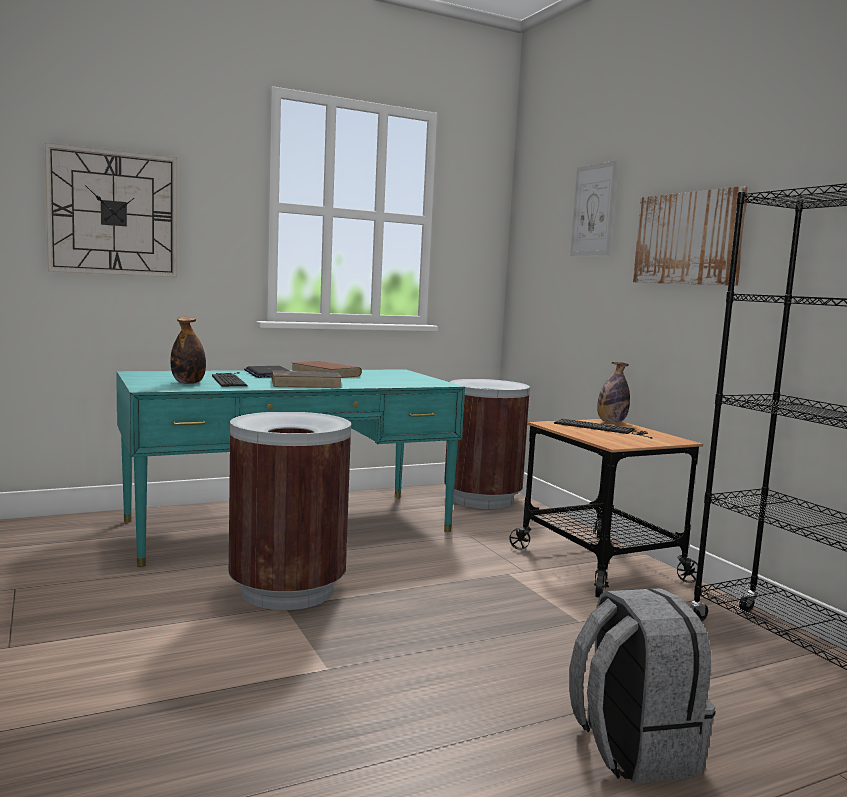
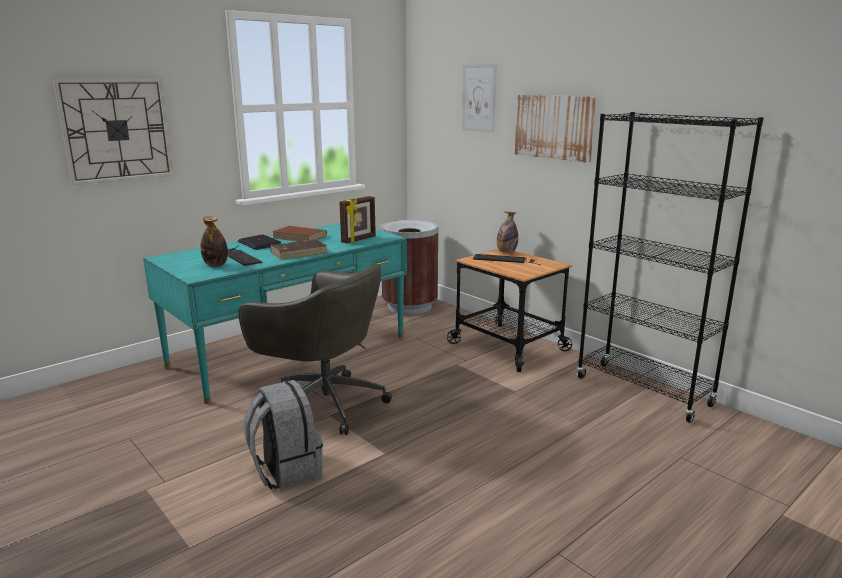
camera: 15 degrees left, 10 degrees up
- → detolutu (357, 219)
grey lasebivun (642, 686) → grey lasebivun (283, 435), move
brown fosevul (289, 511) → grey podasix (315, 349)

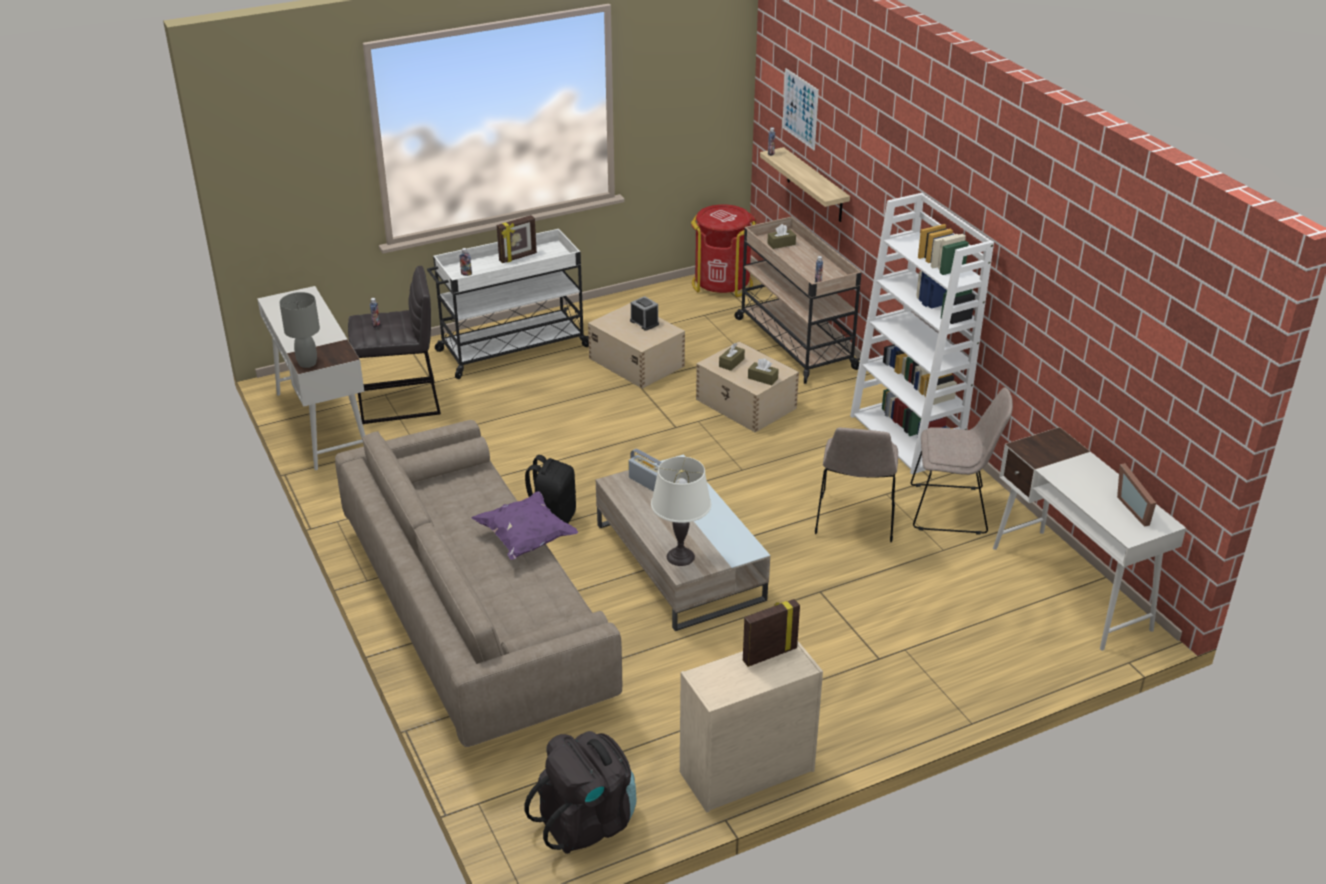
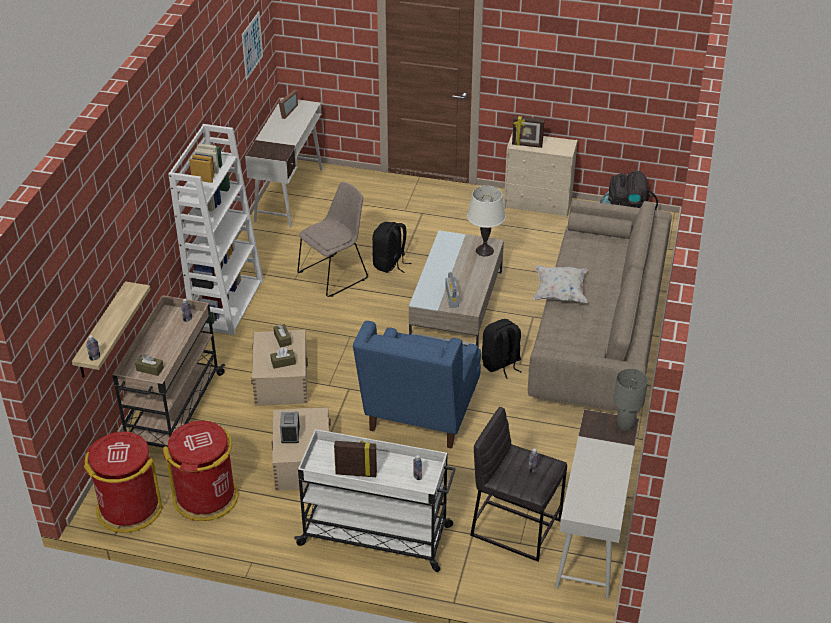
camera: 140 degrees left, 5 degrees up
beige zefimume (962, 461) → -
- → red fosevul (200, 471)
- → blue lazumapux (417, 385)
- → black lasebivun (391, 247)
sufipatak (800, 109) → sufipatak (252, 45), move
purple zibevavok (524, 525) → white zibevavok (560, 284)

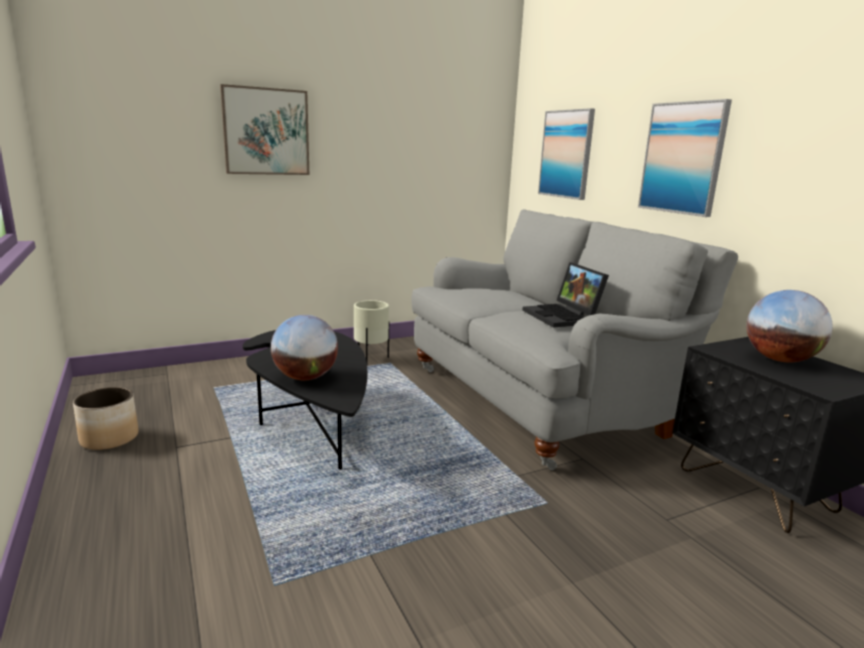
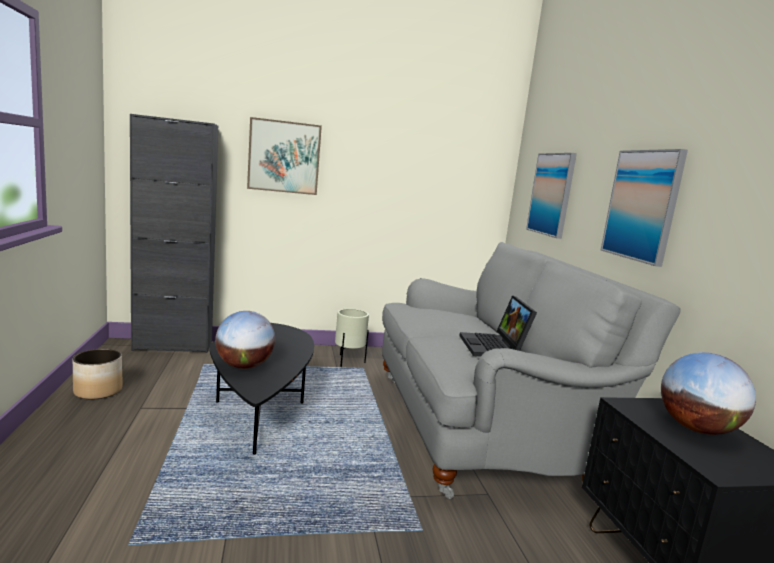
camera: 15 degrees right, 5 degrees down
- → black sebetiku (174, 233)

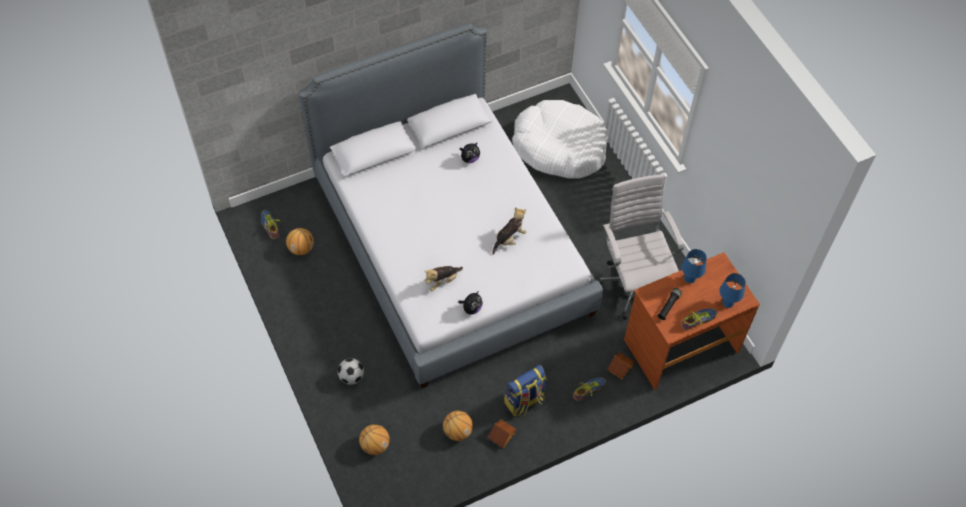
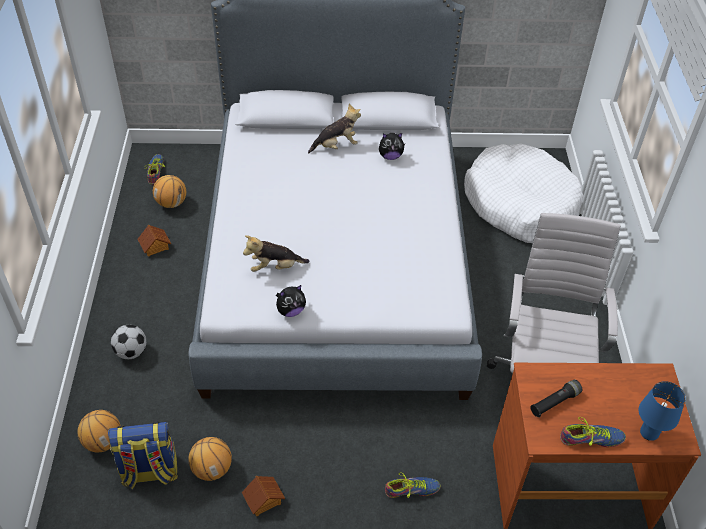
camera: 25 degrees right, 10 degrees down
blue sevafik (694, 266) → -
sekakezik (509, 231) → sekakezik (334, 128), move
lasebivun (525, 391) → lasebivun (143, 455), move
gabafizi (621, 366) → gabafizi (154, 241), move

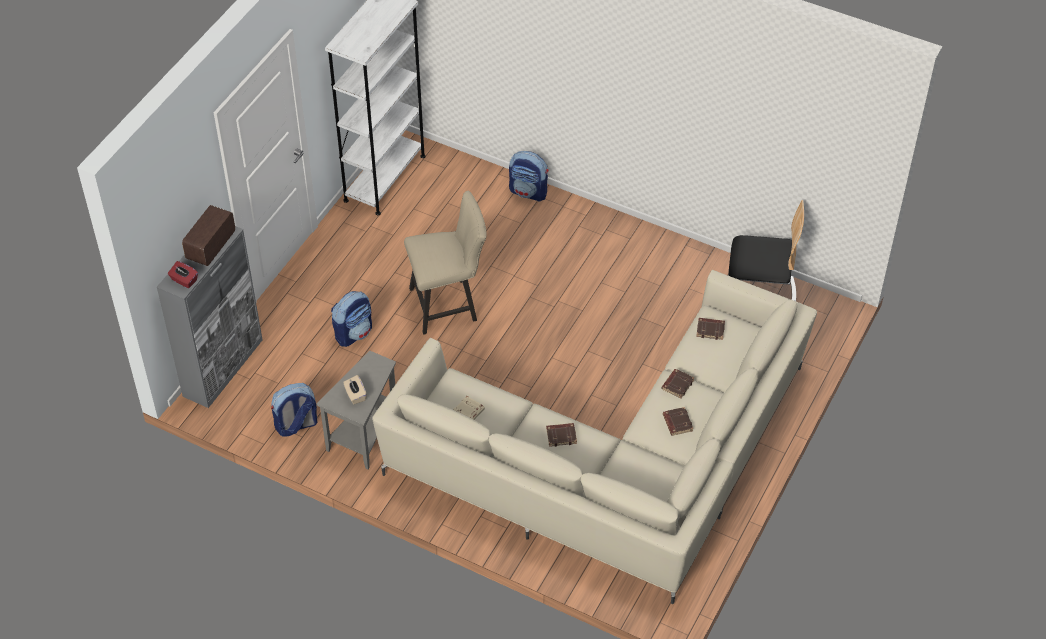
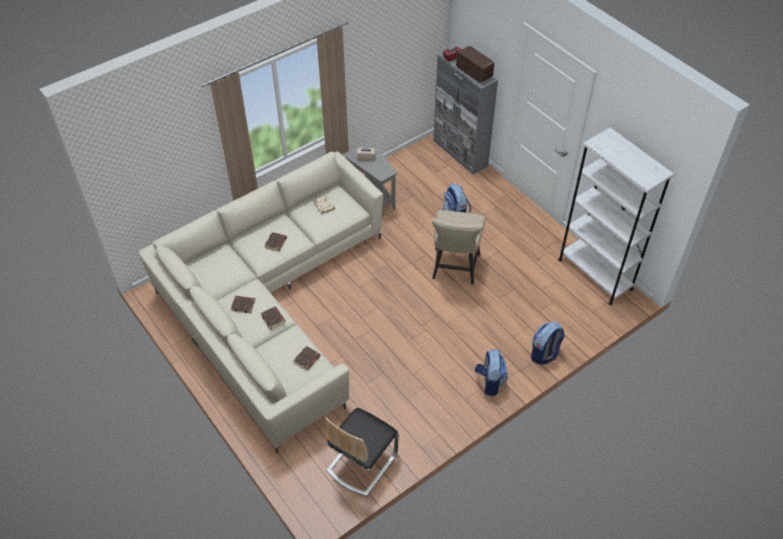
camera: 115 degrees right, 0 degrees up
lasebivun (294, 410) → lasebivun (491, 372), move

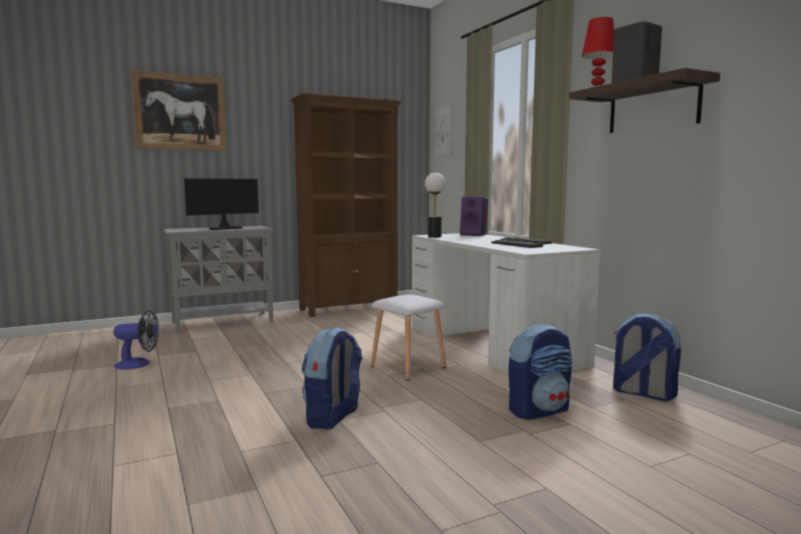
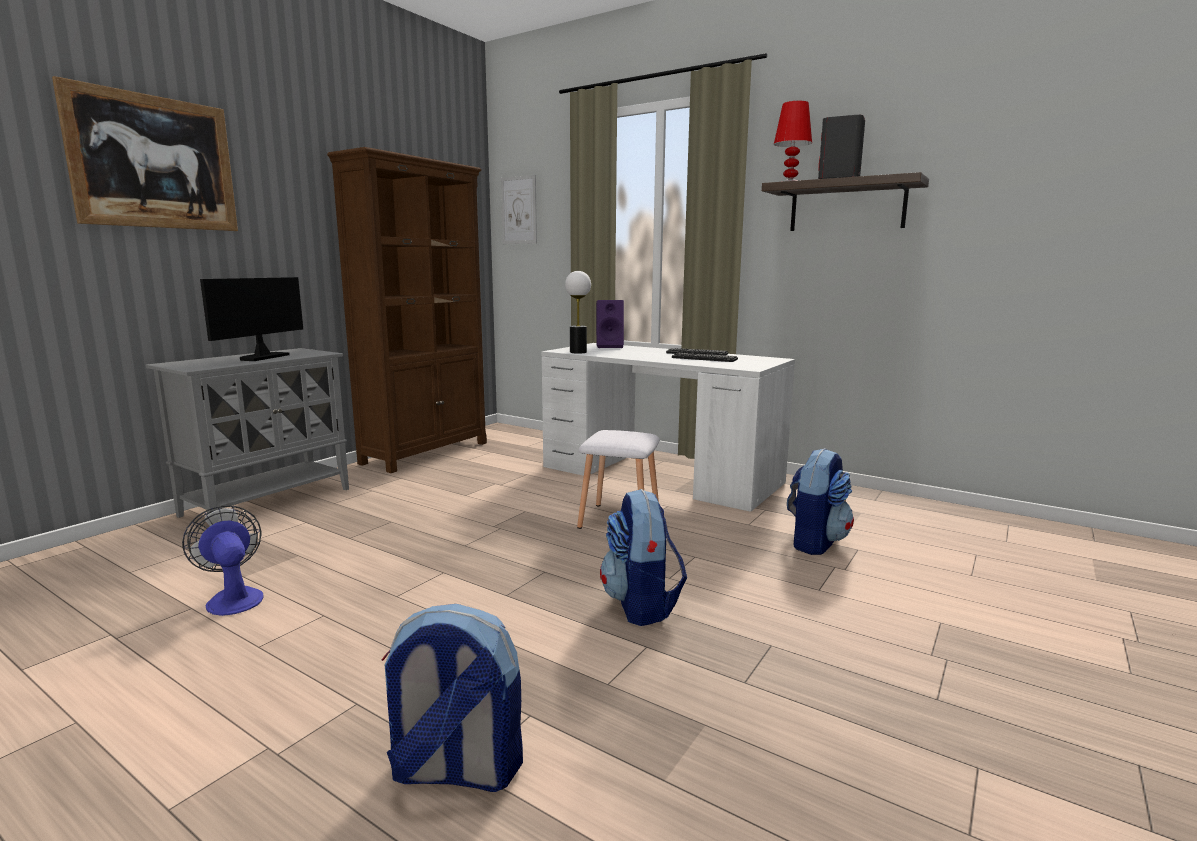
camera: 30 degrees left, 5 degrees up
lasebivun (647, 357) → lasebivun (452, 698), move
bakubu (136, 340) → bakubu (223, 560), 90 degrees counterclockwise

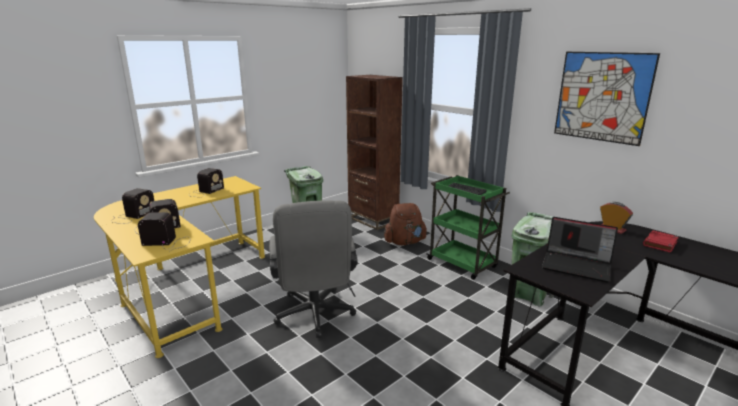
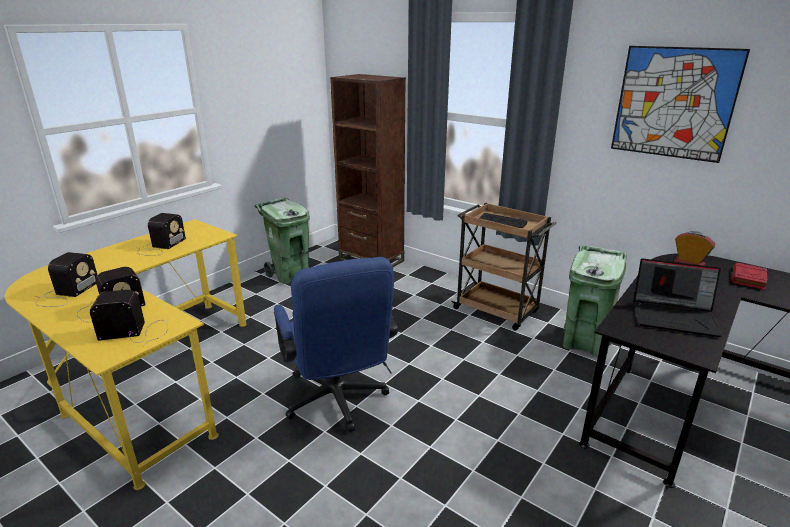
camera: 10 degrees left, 5 degrees up
brown lasebivun (405, 224) → -
grey podasix (313, 269) → blue podasix (336, 344)
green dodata (468, 227) → brown dodata (504, 267)

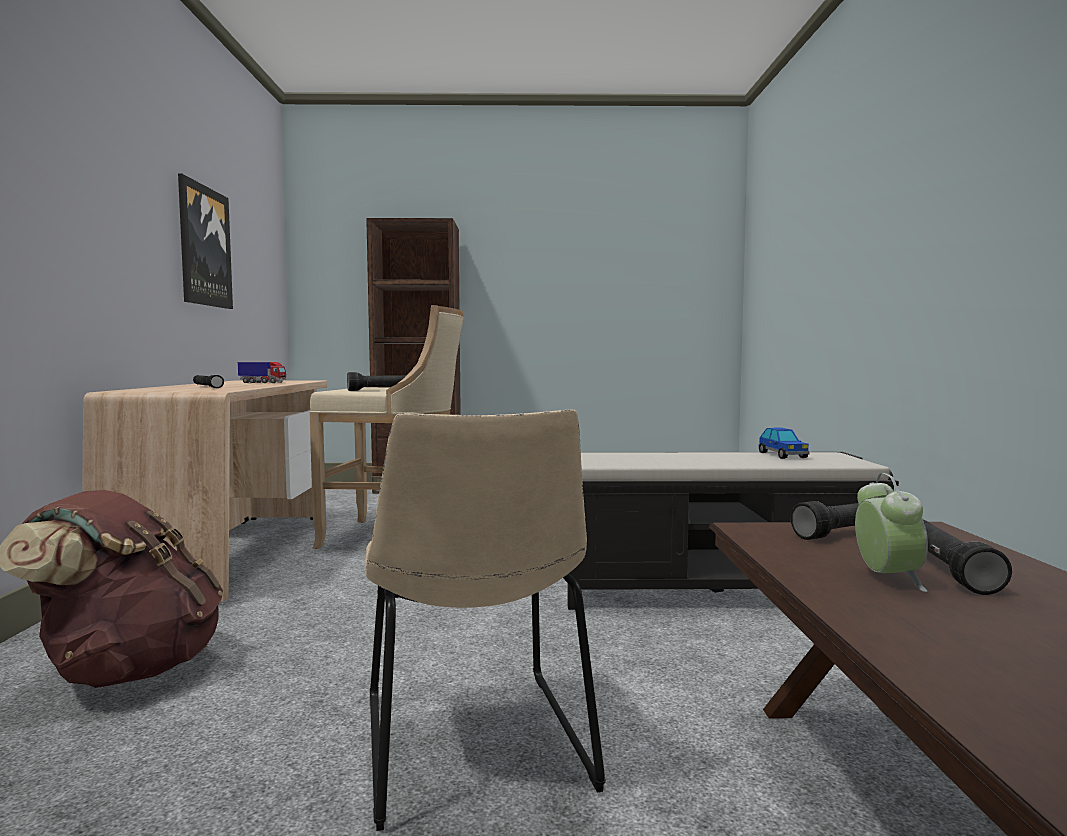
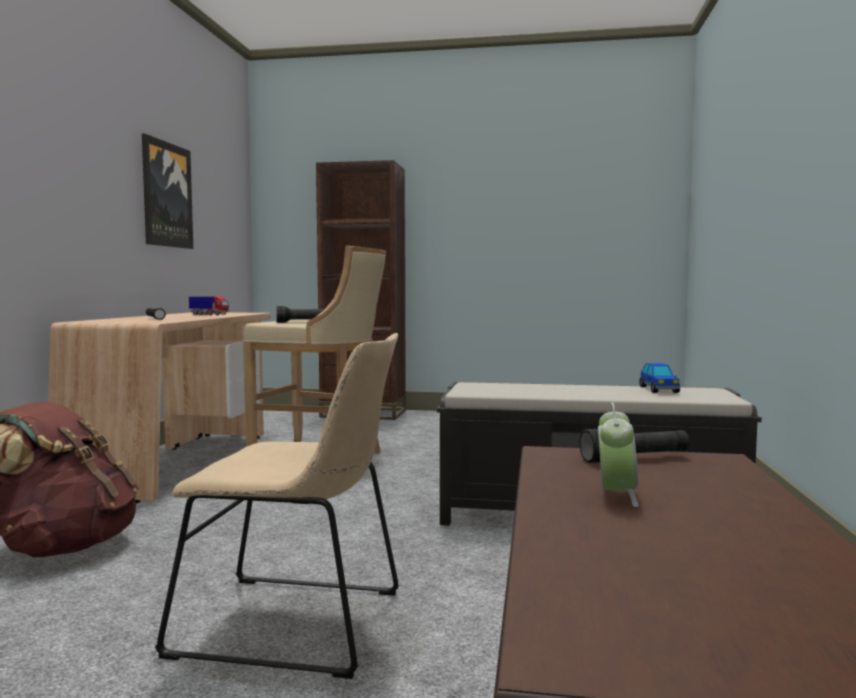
camera: 10 degrees right, 0 degrees up
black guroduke (967, 557) → -
beige zefimume (486, 620) → beige zefimume (277, 506), 75 degrees counterclockwise

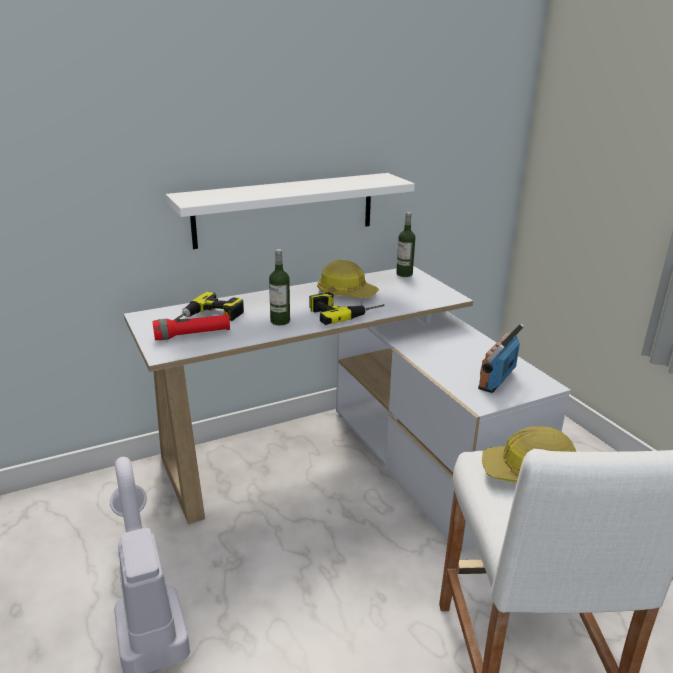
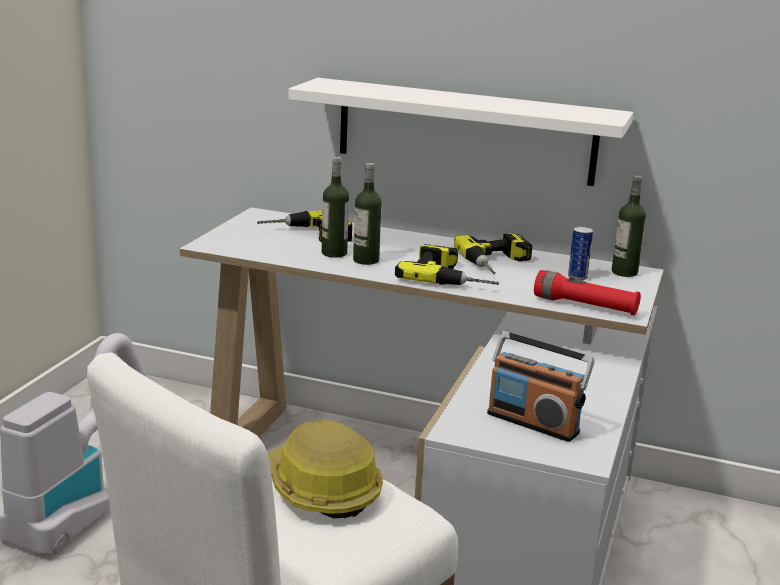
camera: 45 degrees right, 5 degrees down
- → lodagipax (335, 207)
- → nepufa (580, 253)
red guroduke (191, 326) → red guroduke (587, 292), move
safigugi (348, 278) → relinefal (493, 253)
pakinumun (501, 358) → pakinumun (541, 386), 135 degrees counterclockwise

